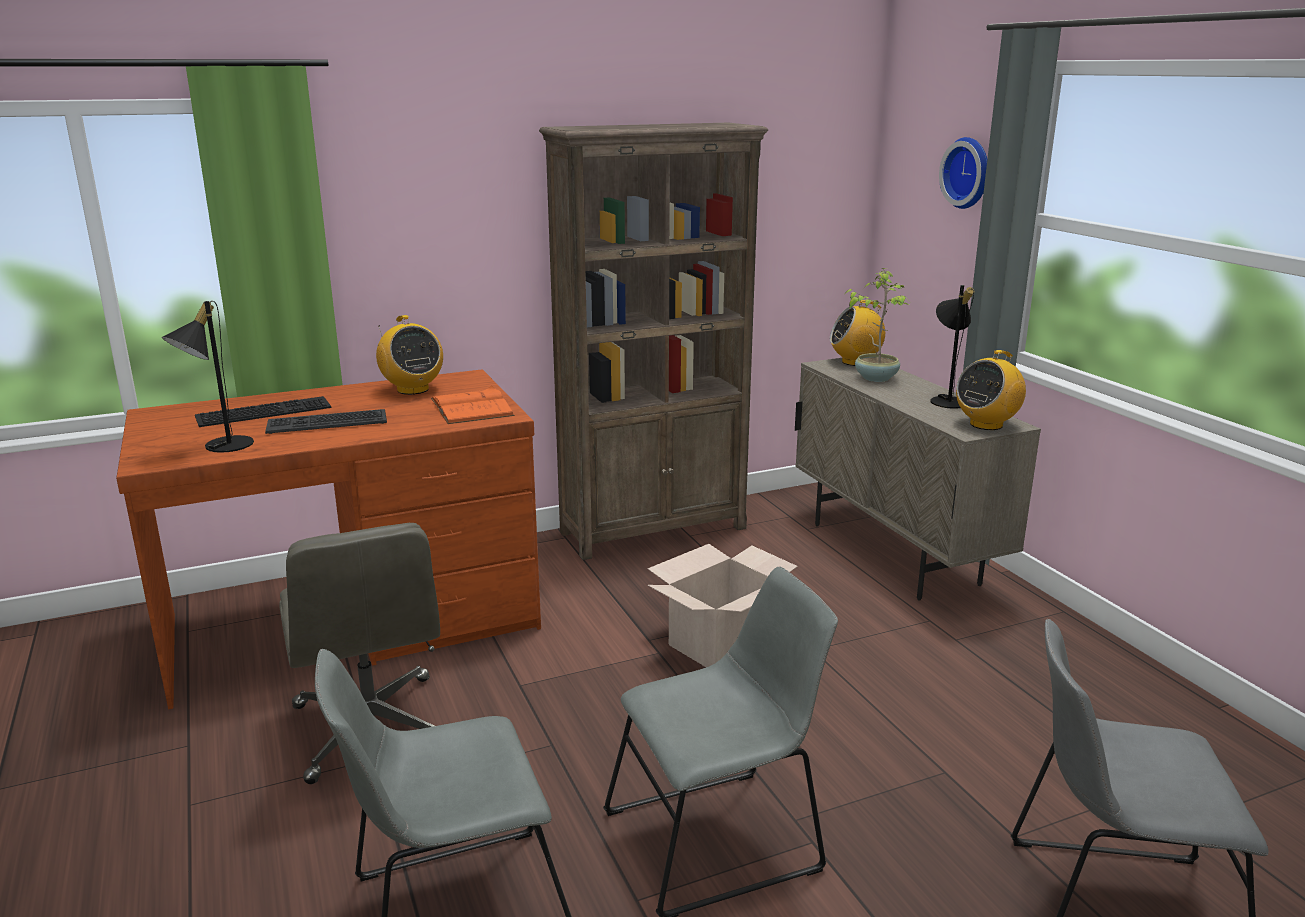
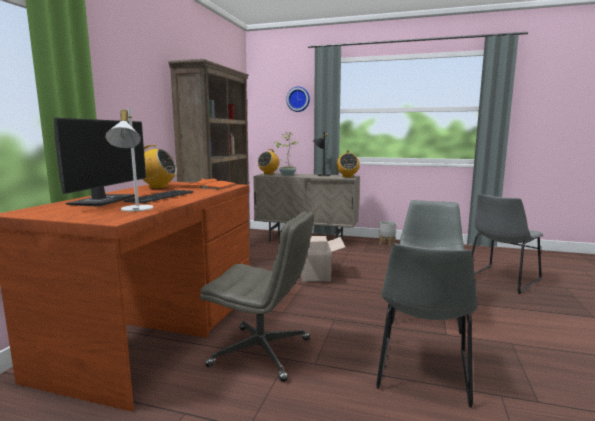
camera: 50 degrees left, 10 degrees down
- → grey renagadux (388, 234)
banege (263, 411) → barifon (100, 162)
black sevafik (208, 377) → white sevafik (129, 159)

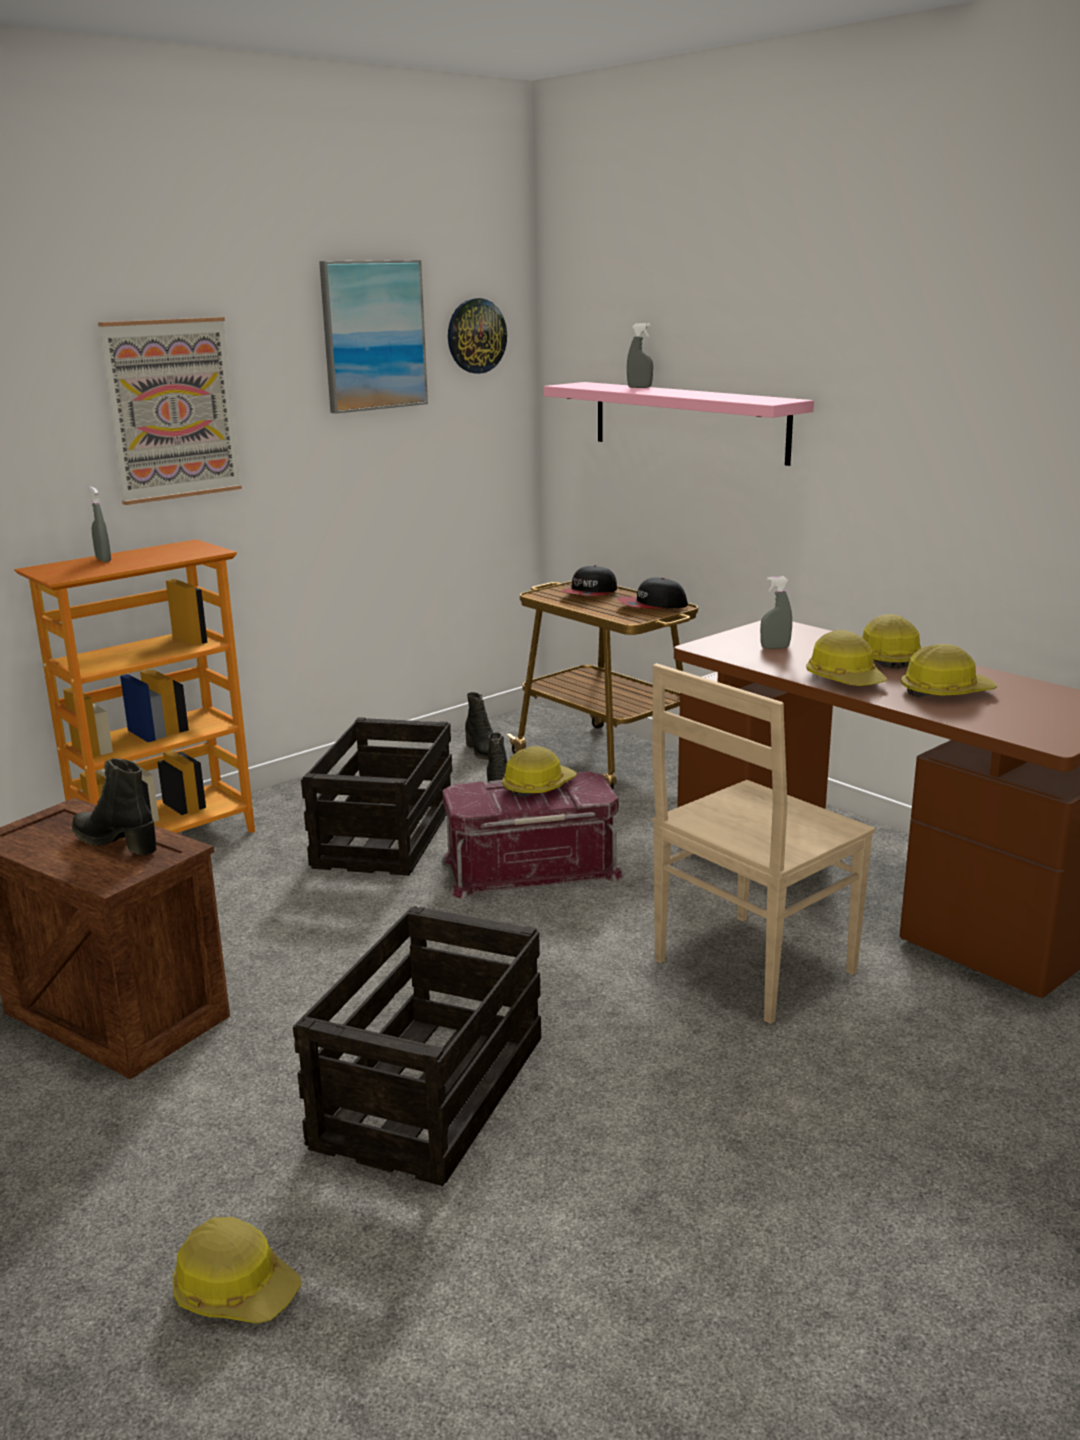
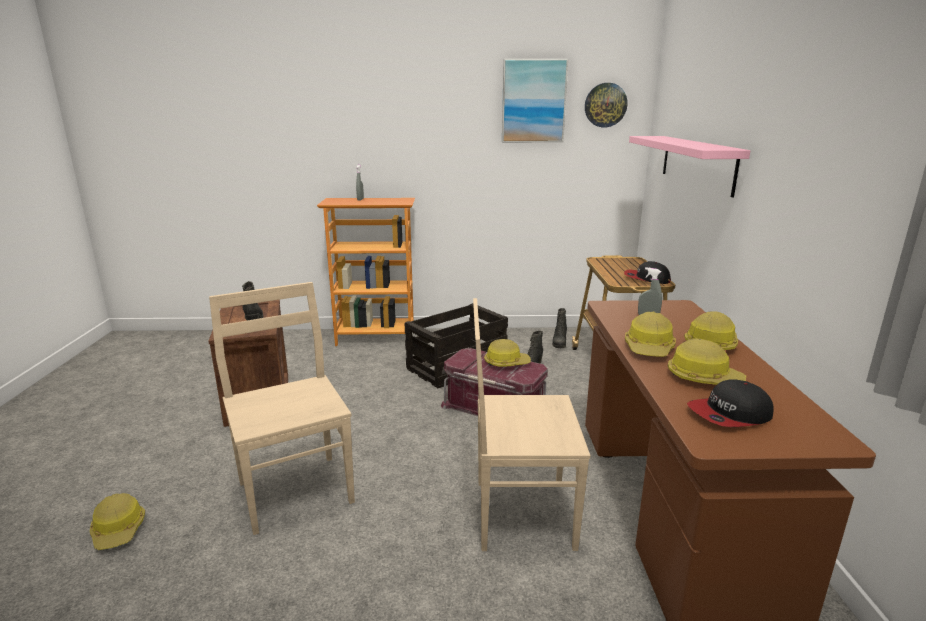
camera: 40 degrees right, 0 degrees up
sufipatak (170, 411) → -
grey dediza (640, 355) → -
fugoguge (589, 580) → fugoguge (730, 403), move
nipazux (417, 1046) → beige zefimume (282, 408)

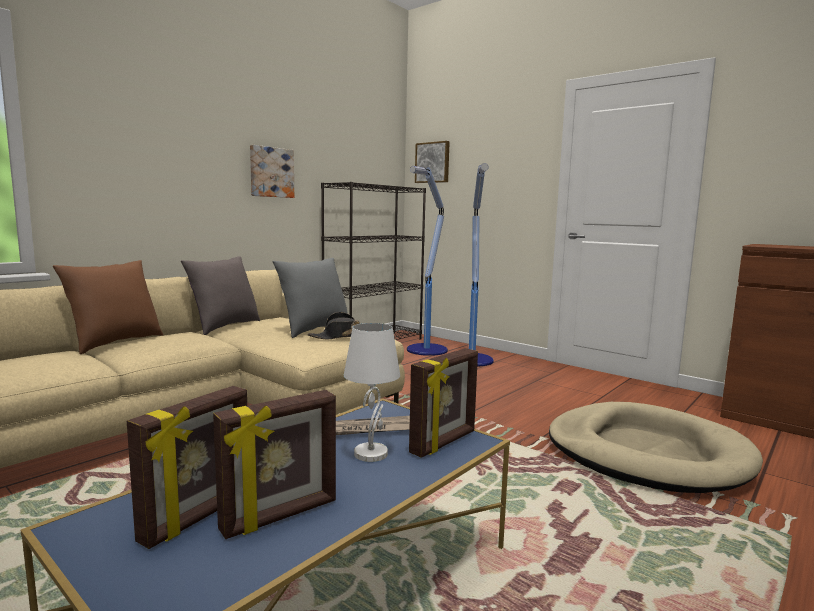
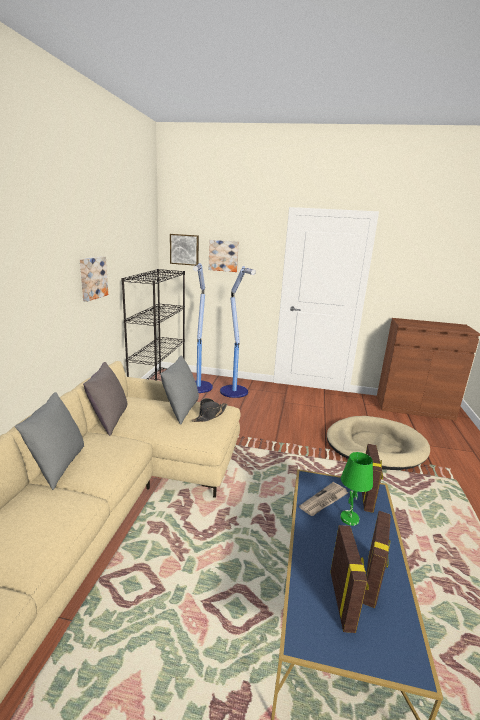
camera: 30 degrees left, 10 degrees up
- → sufipatak (224, 256)
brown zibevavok (108, 307) → grey zibevavok (49, 441)
white sevafik (372, 392) → green sevafik (356, 489)

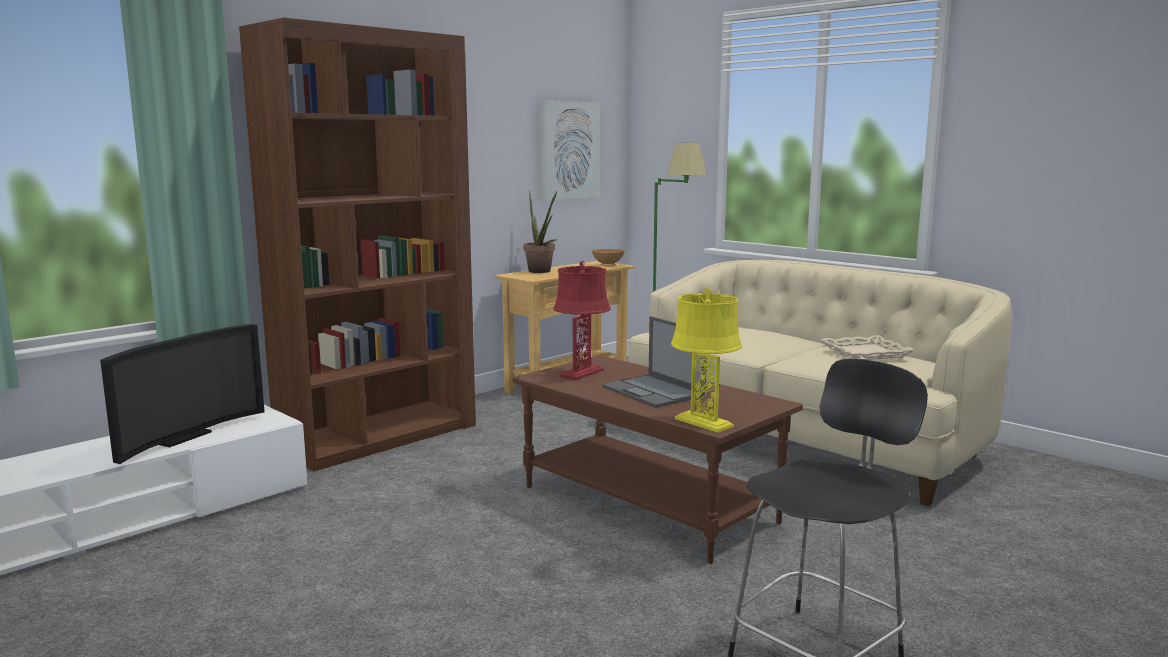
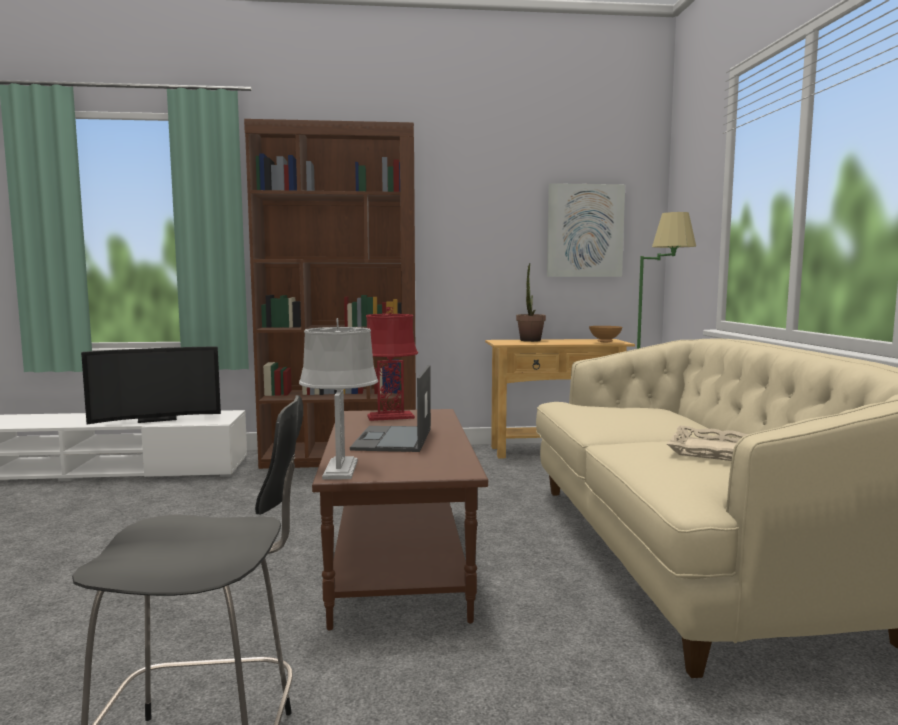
camera: 40 degrees right, 5 degrees down
yellow sevafik (706, 360) → grey sevafik (338, 399)

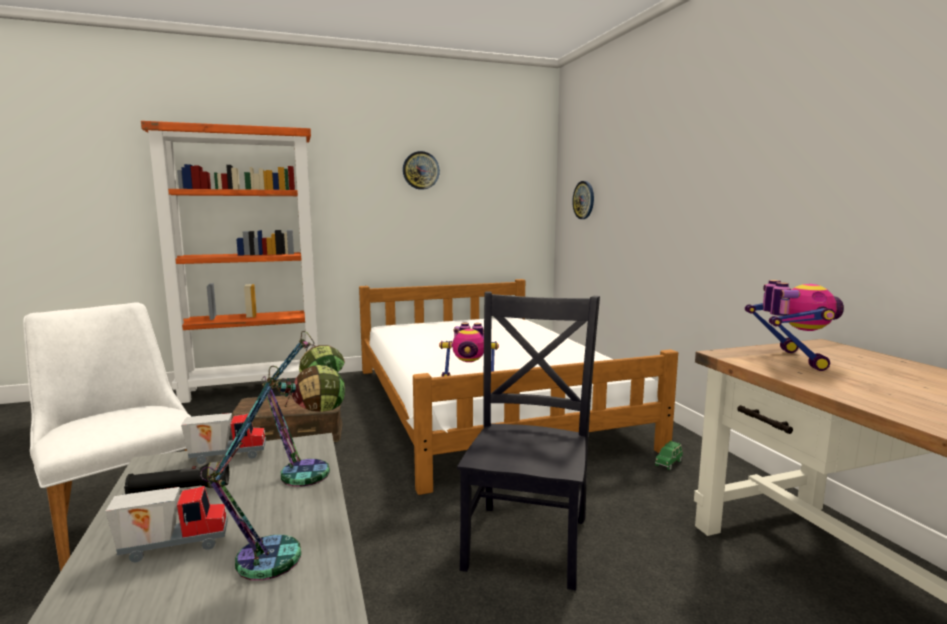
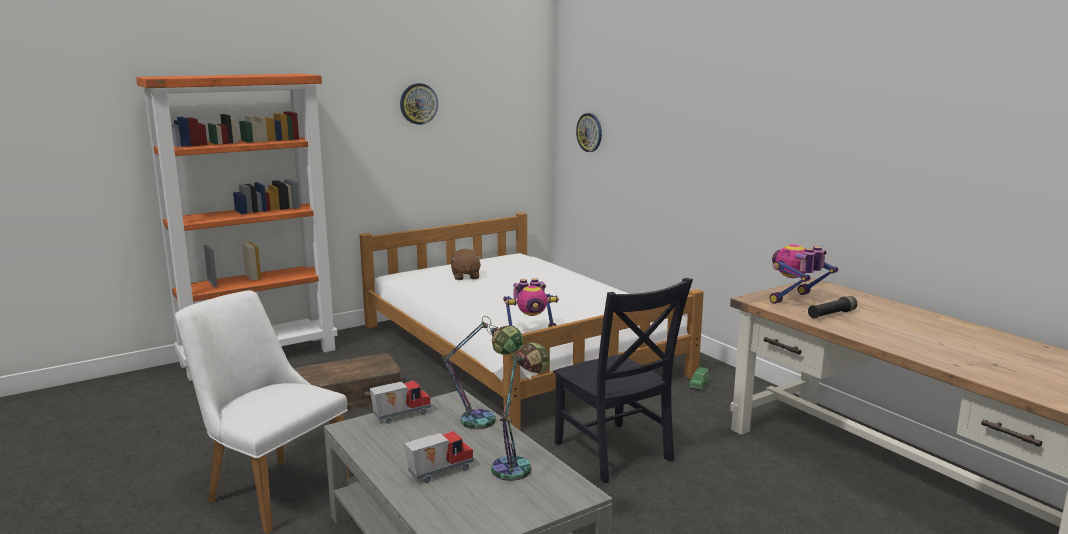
camera: 15 degrees left, 5 degrees up
- → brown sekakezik (466, 264)
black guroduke (176, 477) → black guroduke (832, 307), move
black zefimume (528, 441) → black zefimume (623, 380), 150 degrees clockwise
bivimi (794, 325) → bivimi (803, 274), 120 degrees counterclockwise

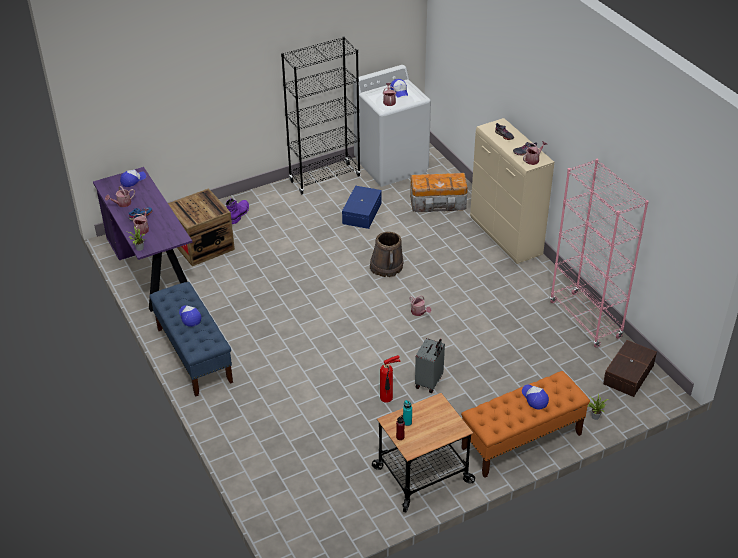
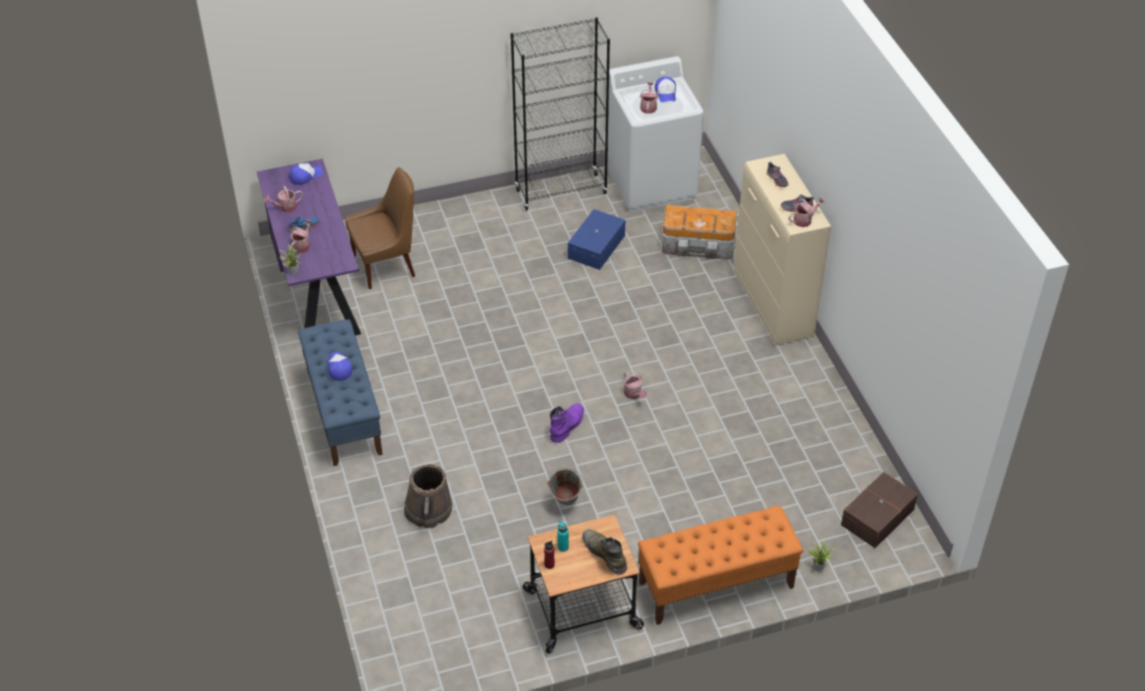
camera: 10 degrees right, 5 degrees up
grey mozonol (430, 365) → -
fugoguge (535, 396) → -
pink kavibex (599, 253) → -
- → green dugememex (604, 551)
purple dugememex (237, 211) → purple dugememex (567, 423), move
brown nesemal (387, 254) → brown nesemal (428, 496), move
nipazux (201, 227) → brown zefimume (380, 228)
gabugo (390, 379) → grey nesemal (565, 486)

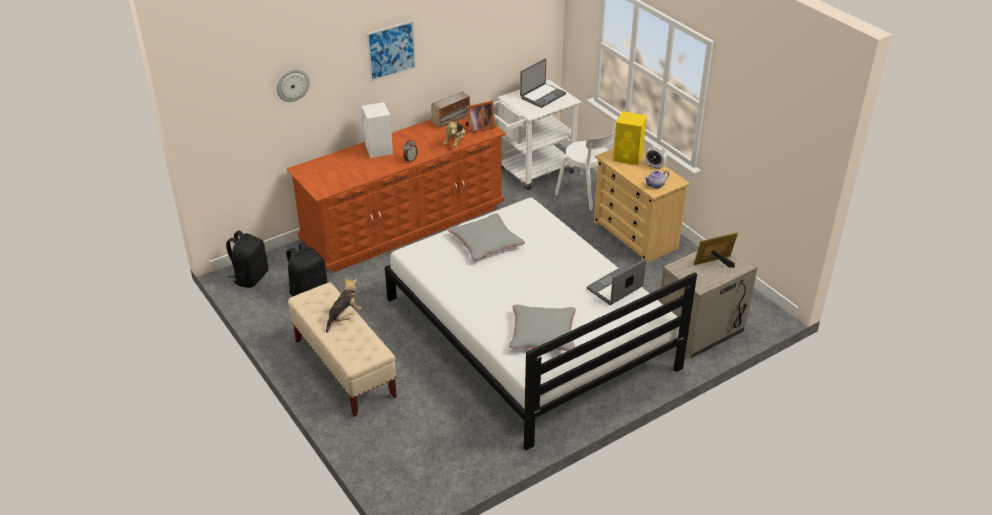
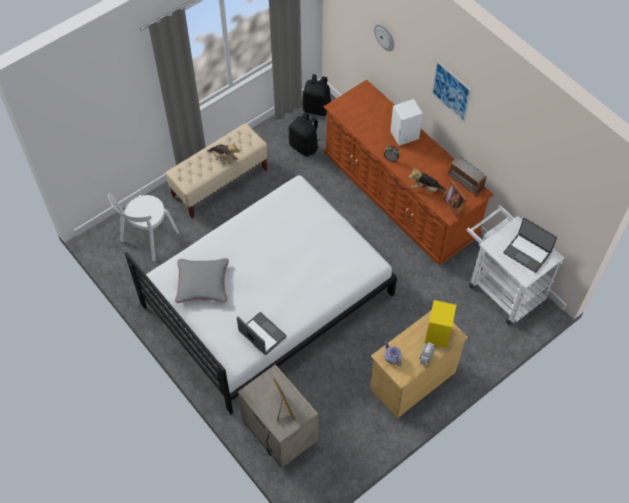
camera: 85 degrees right, 20 degrees up
grey zibevavok (486, 236) → -
white zefimume (586, 164) → white zefimume (143, 227), move

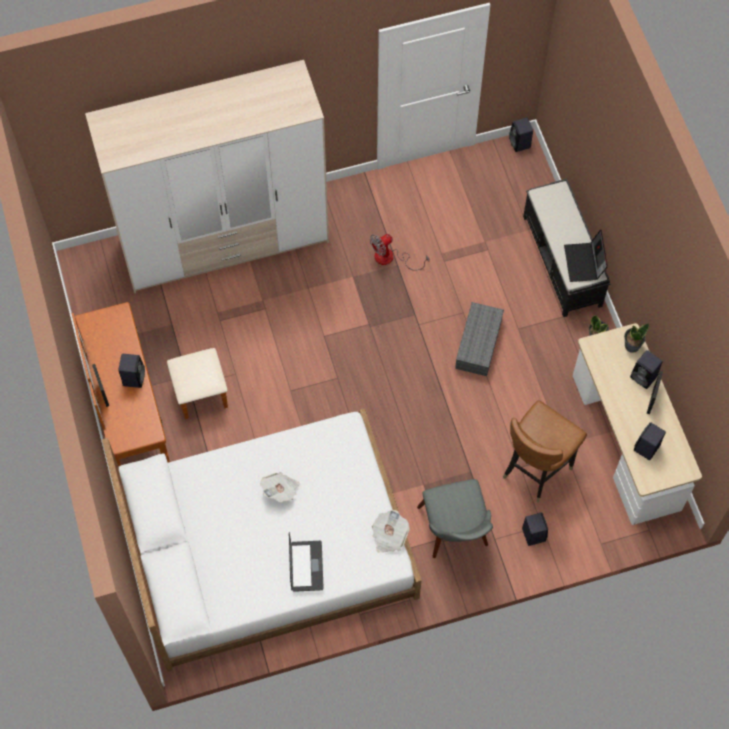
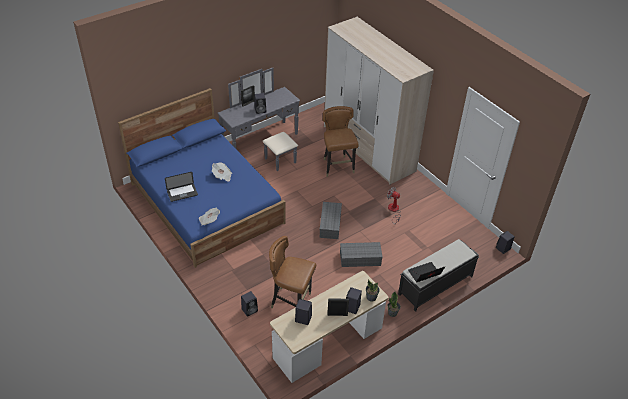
camera: 70 degrees right, 20 degrees down
grey zefimume (455, 518) → -
- → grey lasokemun (331, 220)
- → brown zefimume (341, 141)
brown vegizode (150, 384) → grey vegizode (258, 119)
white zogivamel (262, 540) → blue zogivamel (202, 178)

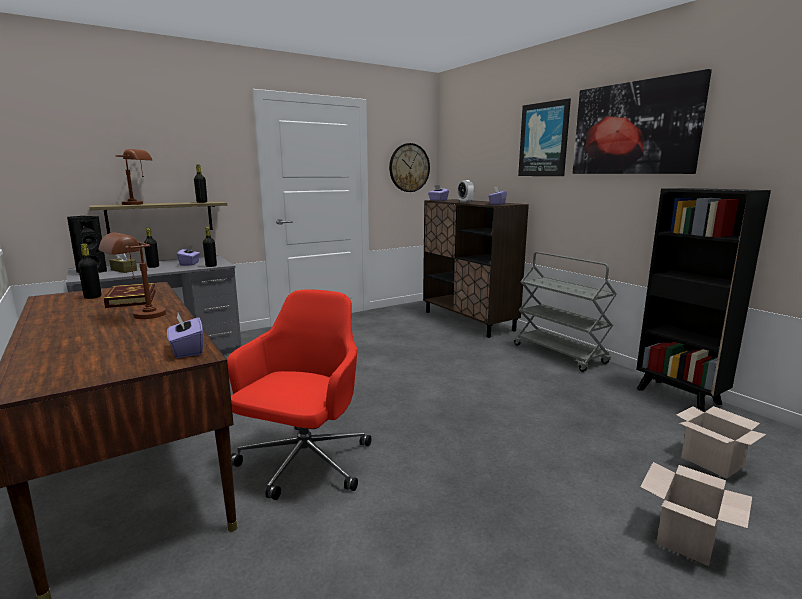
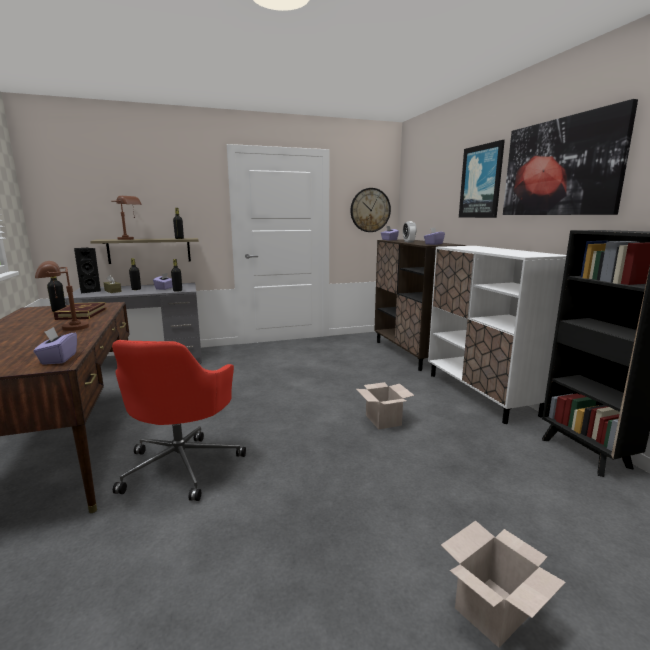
camera: 15 degrees right, 0 degrees up
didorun (721, 442) → didorun (385, 406), move
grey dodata (565, 312) → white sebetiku (497, 335)
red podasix (299, 394) → red podasix (179, 420), 150 degrees clockwise

